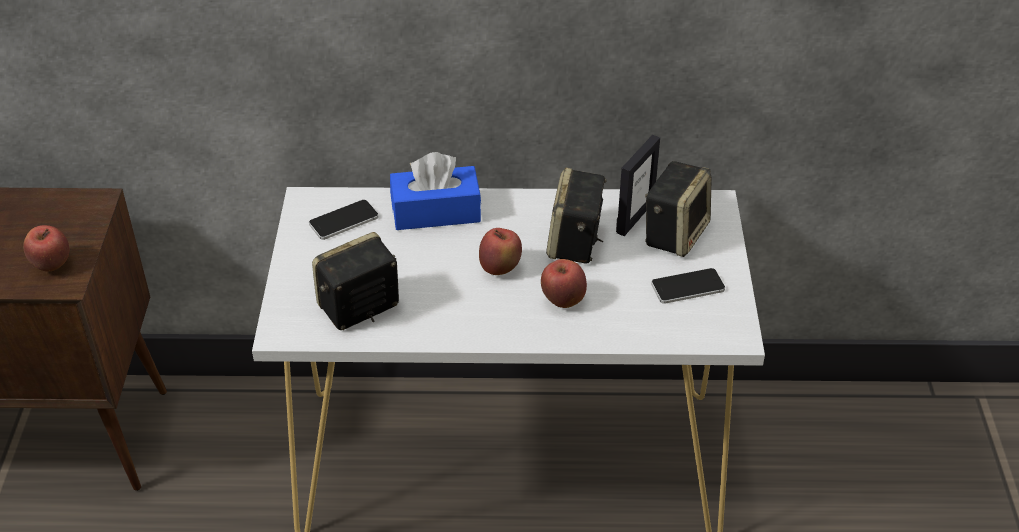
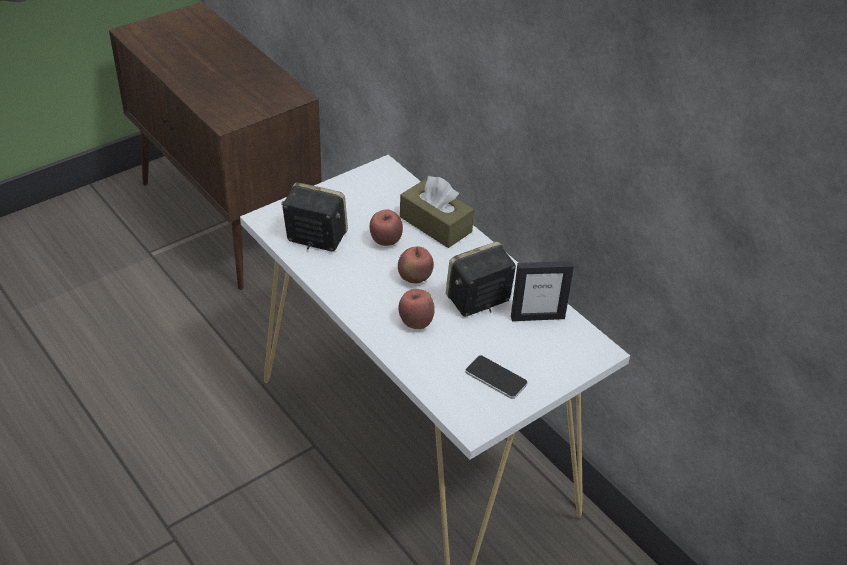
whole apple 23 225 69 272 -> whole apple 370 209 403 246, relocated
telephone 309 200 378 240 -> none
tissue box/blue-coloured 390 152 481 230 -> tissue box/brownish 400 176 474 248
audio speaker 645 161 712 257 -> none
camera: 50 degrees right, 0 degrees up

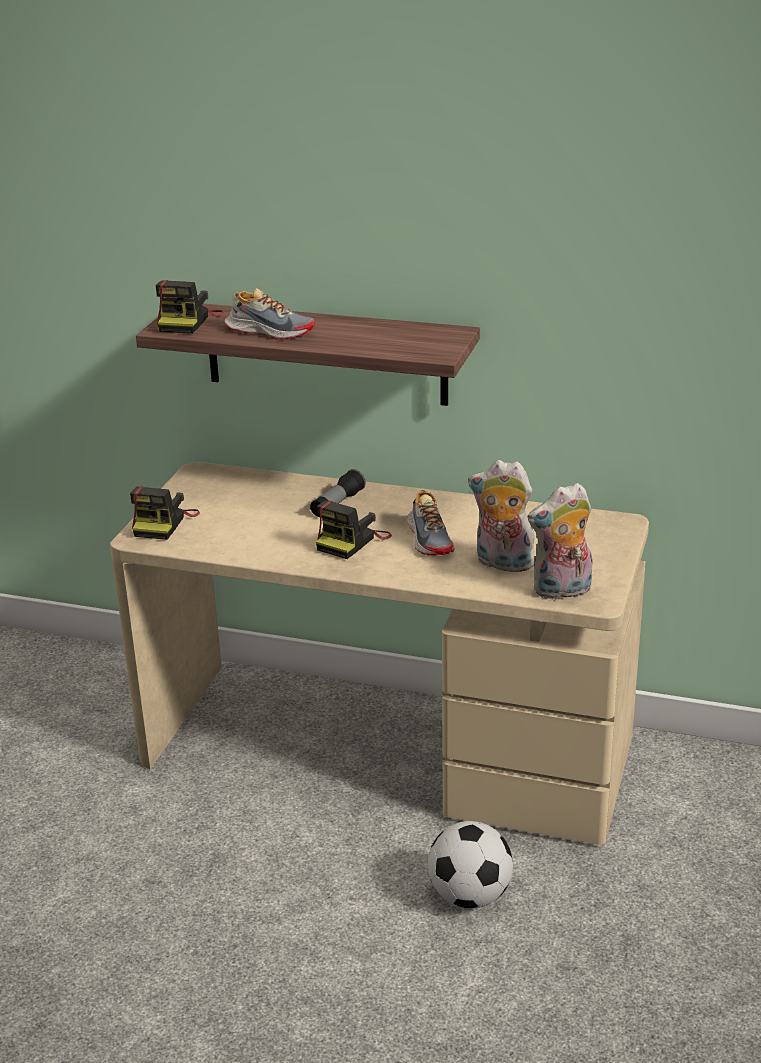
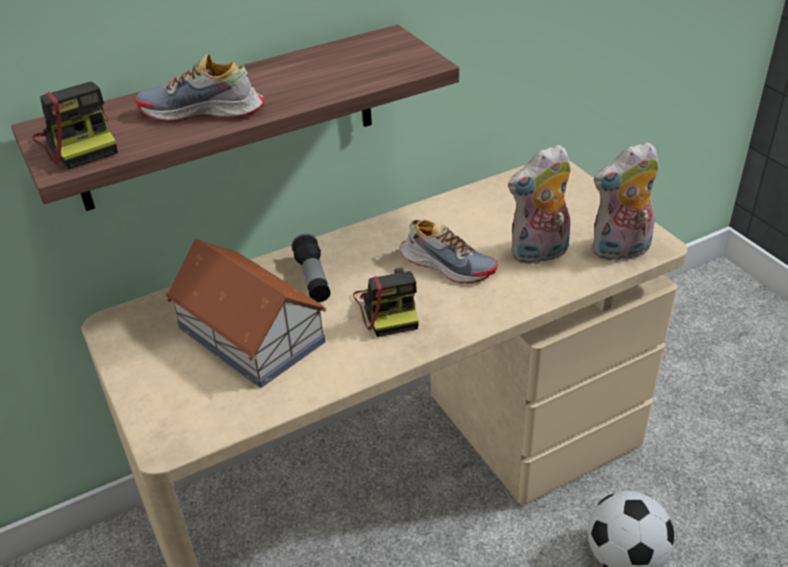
still camera 130 486 200 540 -> none
item of footwear 224 288 315 340 -> item of footwear 135 54 265 123, 150 degrees counterclockwise
cuddly toy 527 483 592 600 -> cuddly toy 592 142 659 262, 45 degrees clockwise
none -> miniature house 165 239 327 388
camera: 45 degrees left, 10 degrees up

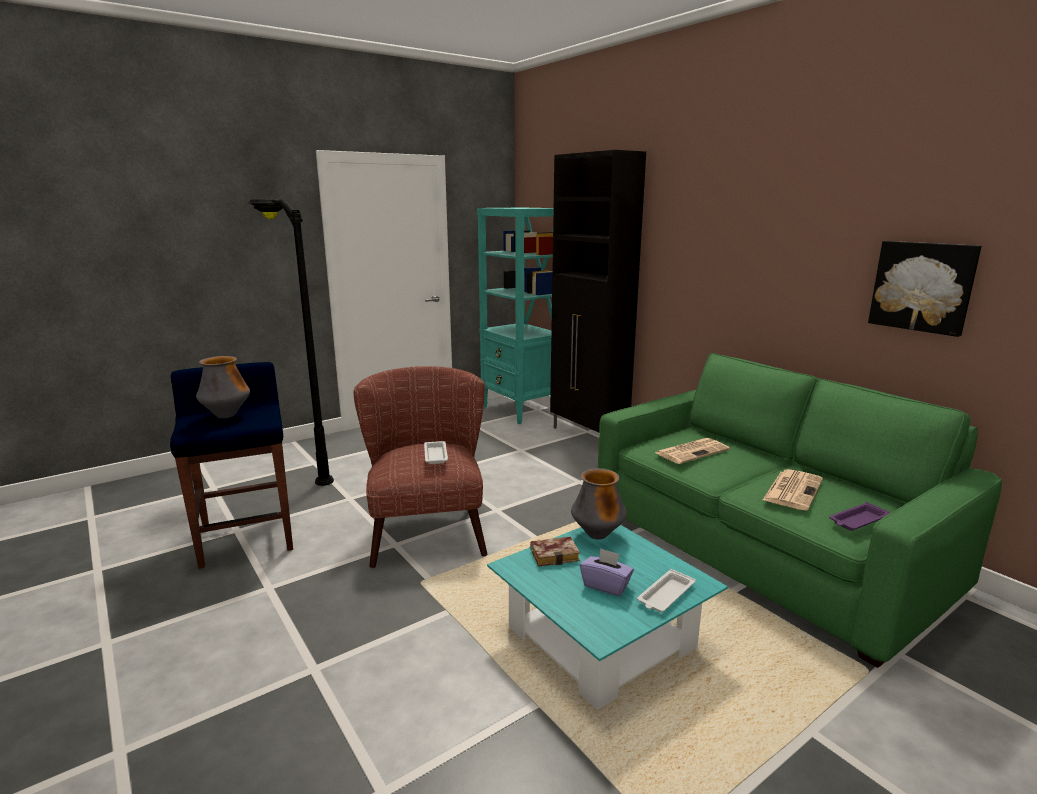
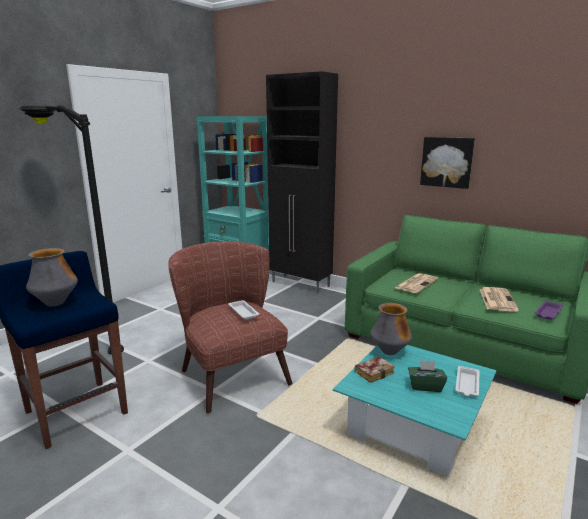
tissue box/purplish 580 548 634 596 -> tissue box/green 408 360 447 392
wall art 868 241 981 337 -> wall art 420 137 475 189, relocated
camera: 20 degrees left, 0 degrees up

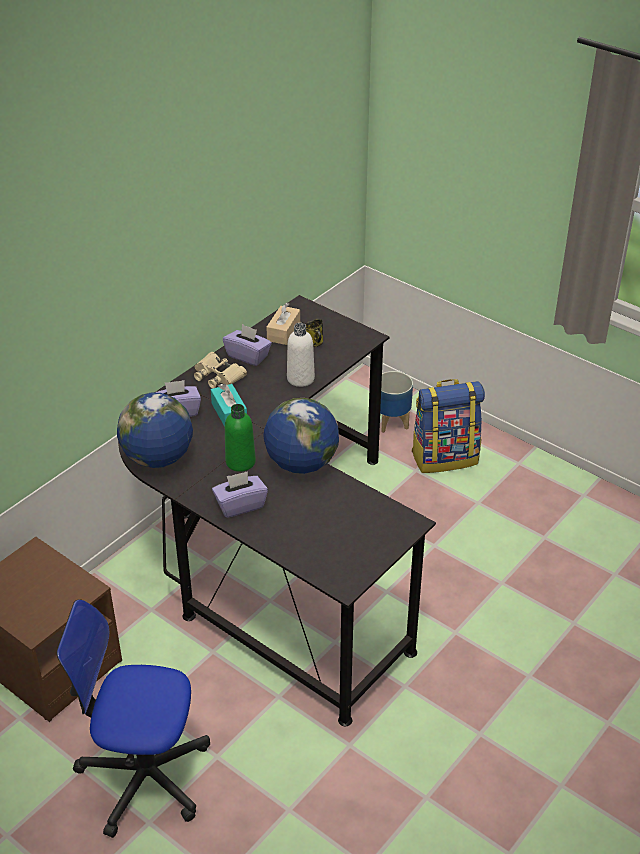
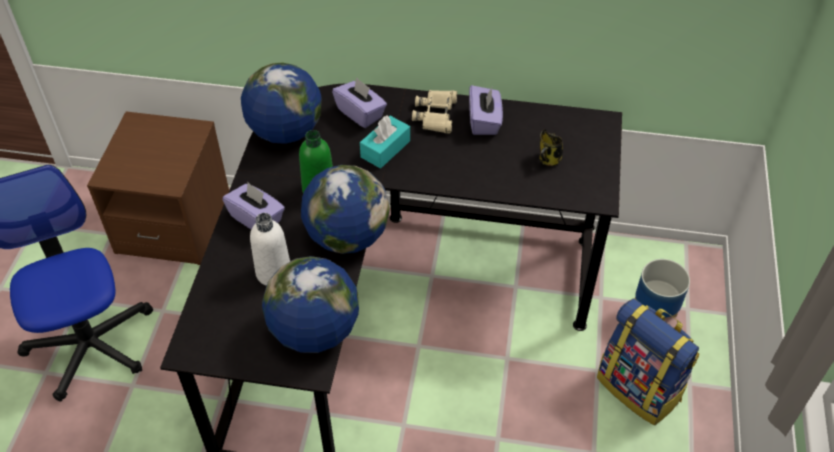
tissue box/beige 266 302 300 345 -> none
beverage bottle/white-coloured 287 323 315 387 -> beverage bottle/white-coloured 250 213 290 286, relocated
none -> globe 262 256 359 353
camera: 60 degrees right, 10 degrees up

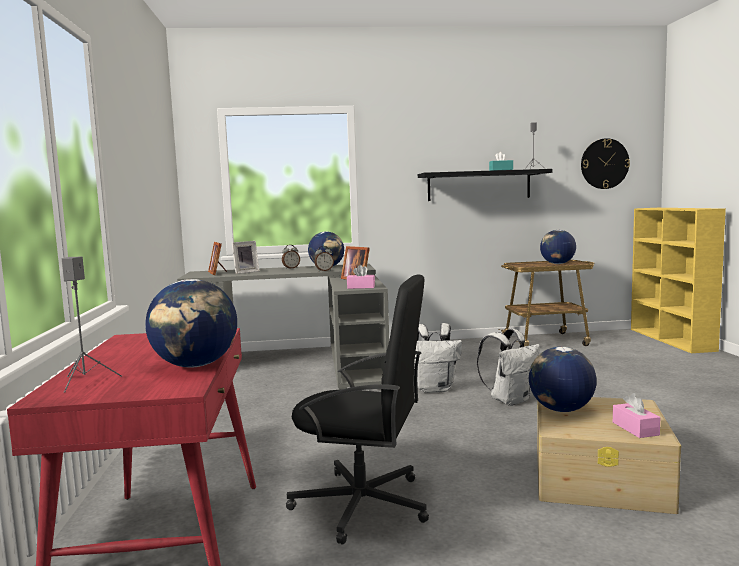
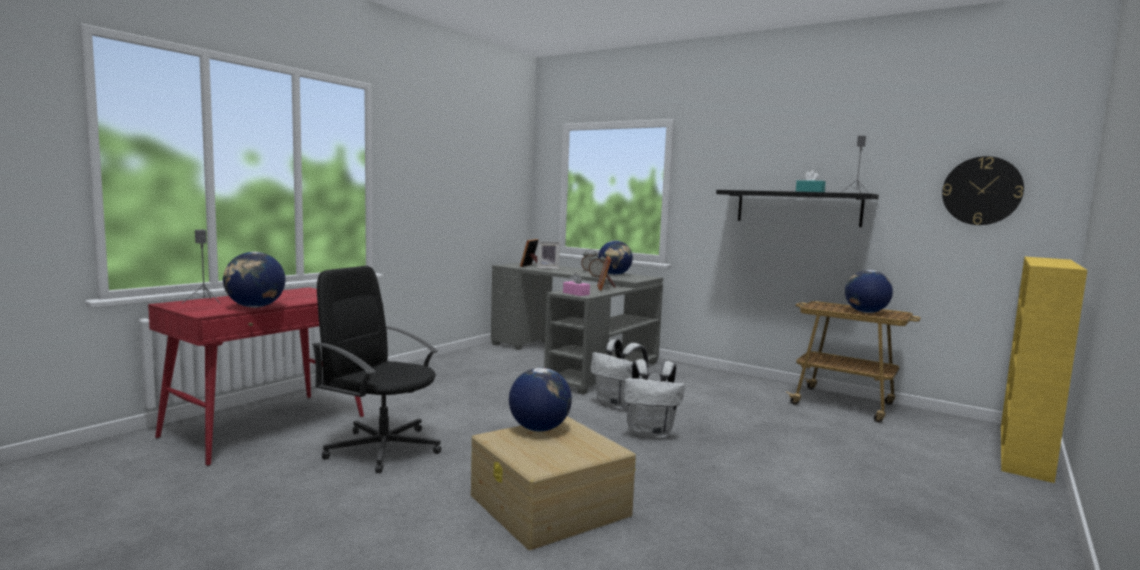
desk chair/black-coloured 286 274 429 545 -> desk chair/black-coloured 312 266 441 473, 150 degrees clockwise
tissue box/pink-coloured 613 393 660 438 -> none
camera: 40 degrees right, 0 degrees up

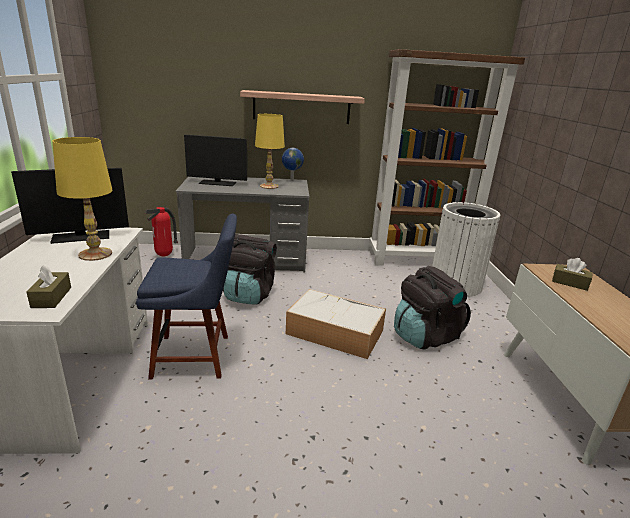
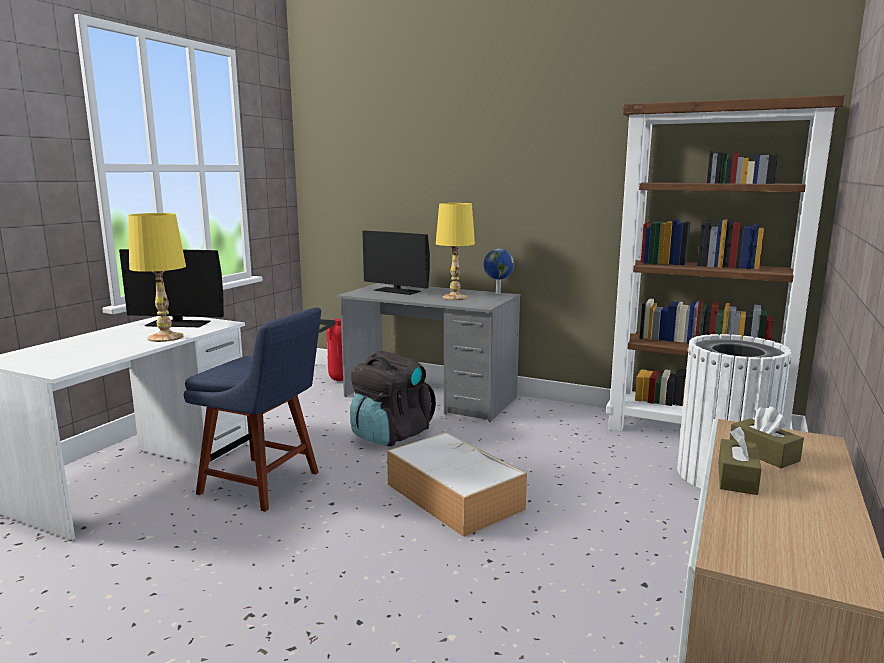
tissue box/brownish 26 265 71 308 -> tissue box/brownish 718 427 761 495, relocated
shelf 240 90 365 124 -> none
backpack/black-coloured 394 266 471 350 -> none
camera: 30 degrees right, 10 degrees down

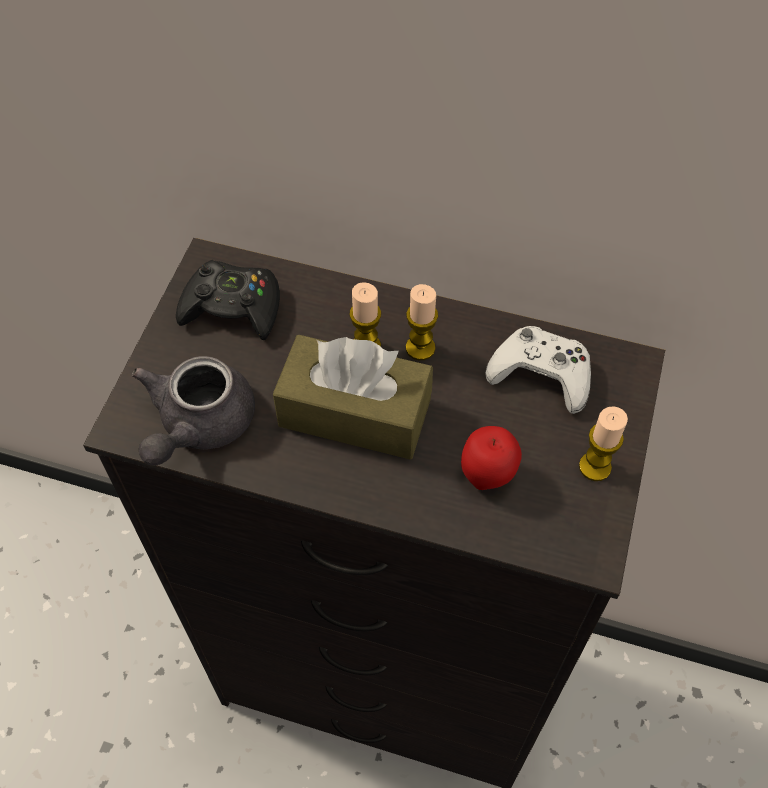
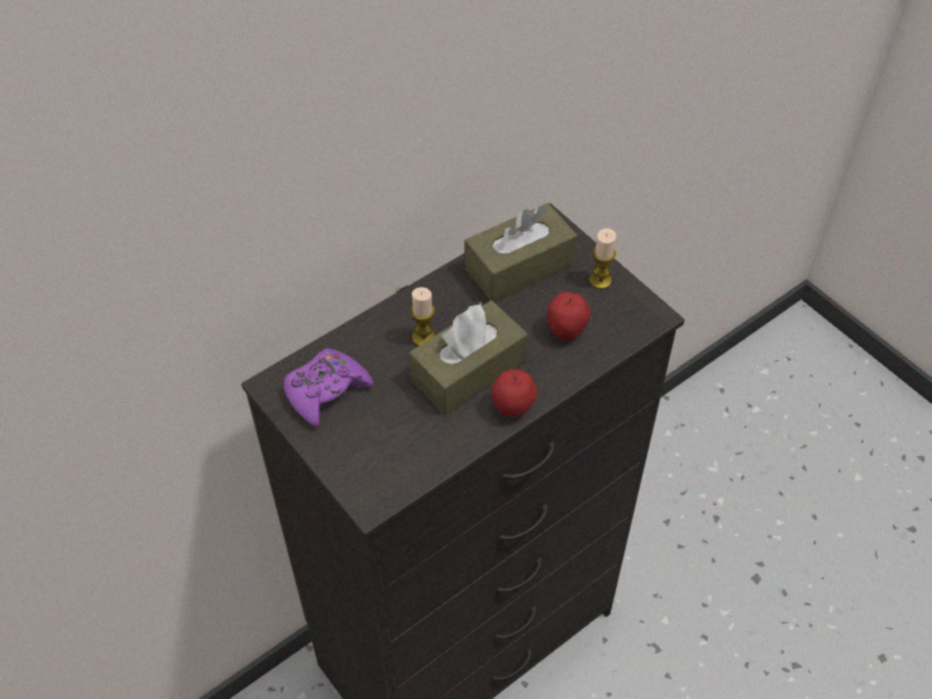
tea pot/gray 132 356 255 466 -> none
joypad/black-coloured 176 260 280 340 -> joypad/purplish 284 348 373 427
wax light 406 284 438 360 -> none
joypad/white-coloured 485 326 591 414 -> tissue box/brownish 465 203 577 301
none -> whole apple 491 369 537 417
camera: 55 degrees left, 5 degrees down

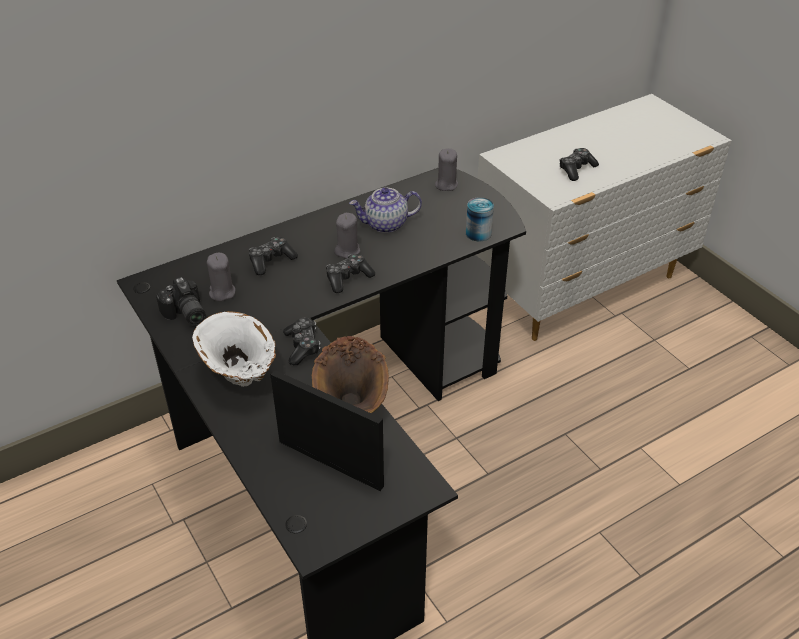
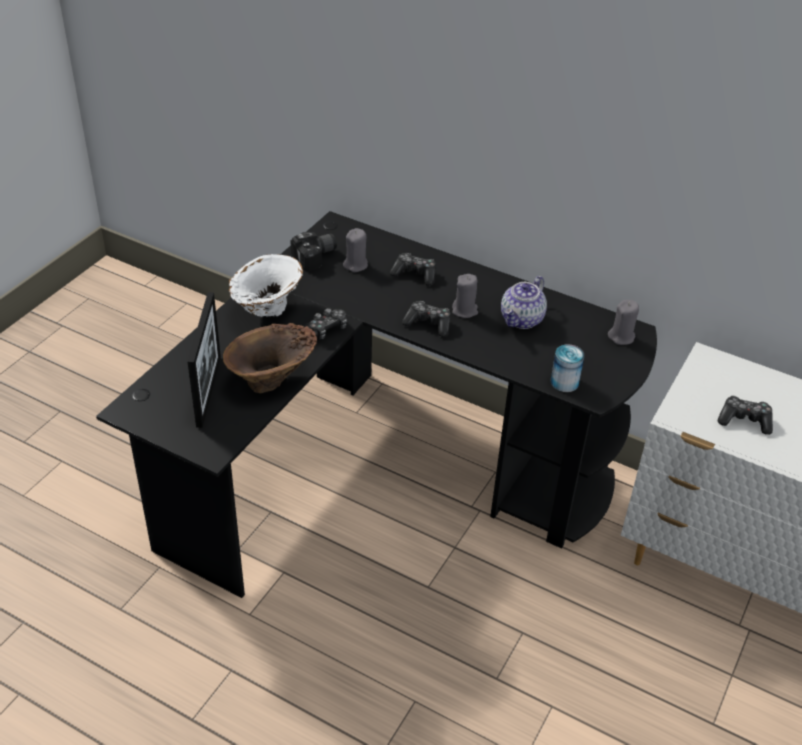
still camera 156 277 206 326 -> still camera 291 232 337 272, 150 degrees counterclockwise
tea pot 349 188 422 233 -> tea pot 501 276 547 329, 105 degrees counterclockwise
camera: 60 degrees right, 0 degrees up

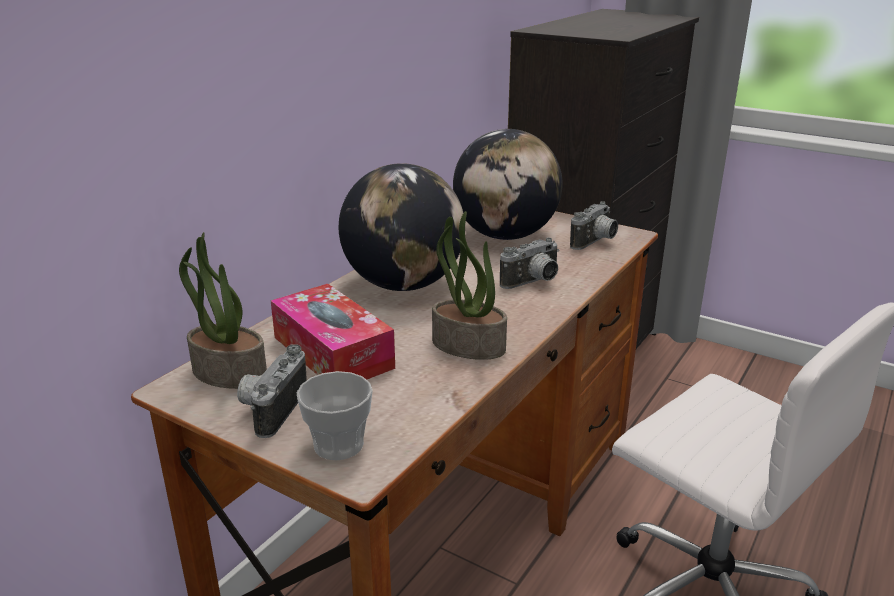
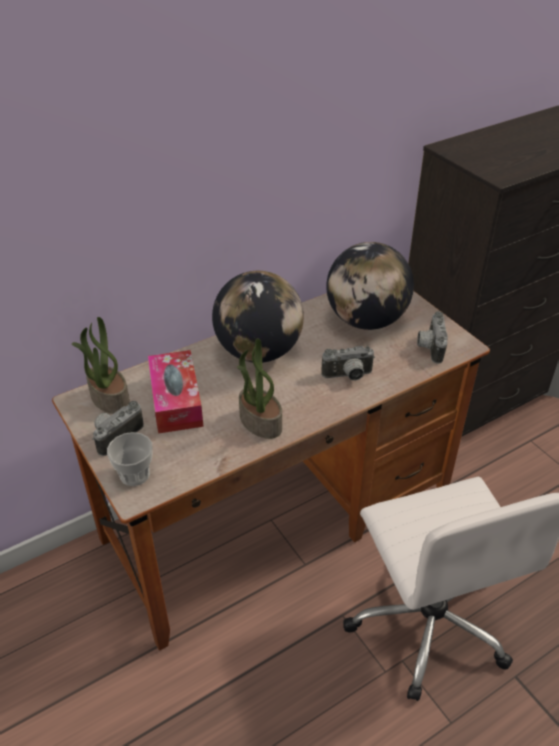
still camera 570 201 618 250 -> still camera 417 311 448 364, 120 degrees clockwise
camera: 25 degrees right, 15 degrees up

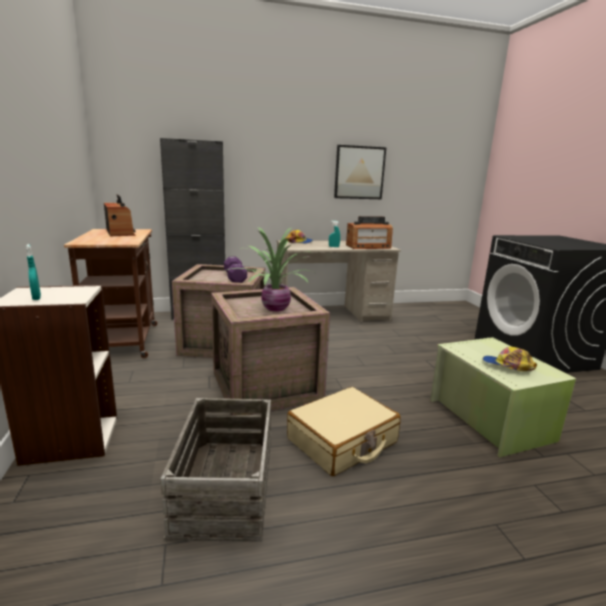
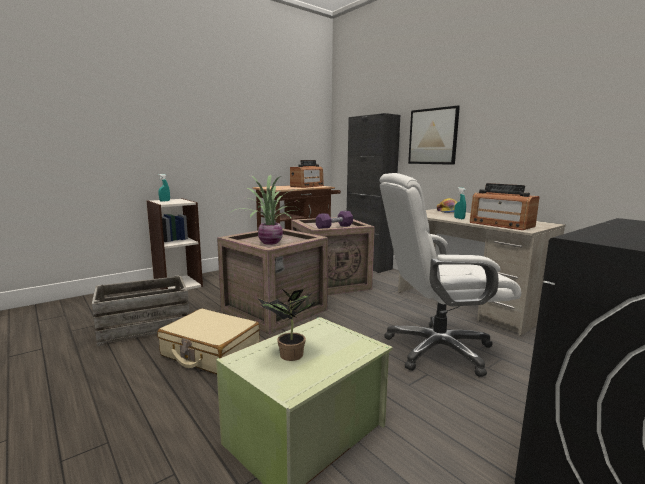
wall art 334 145 386 199 -> wall art 408 106 460 165, relocated
cap 483 347 537 371 -> plant in a pot 258 288 316 361
none -> desk chair/white-coloured 379 173 521 377
camera: 65 degrees right, 5 degrees down

